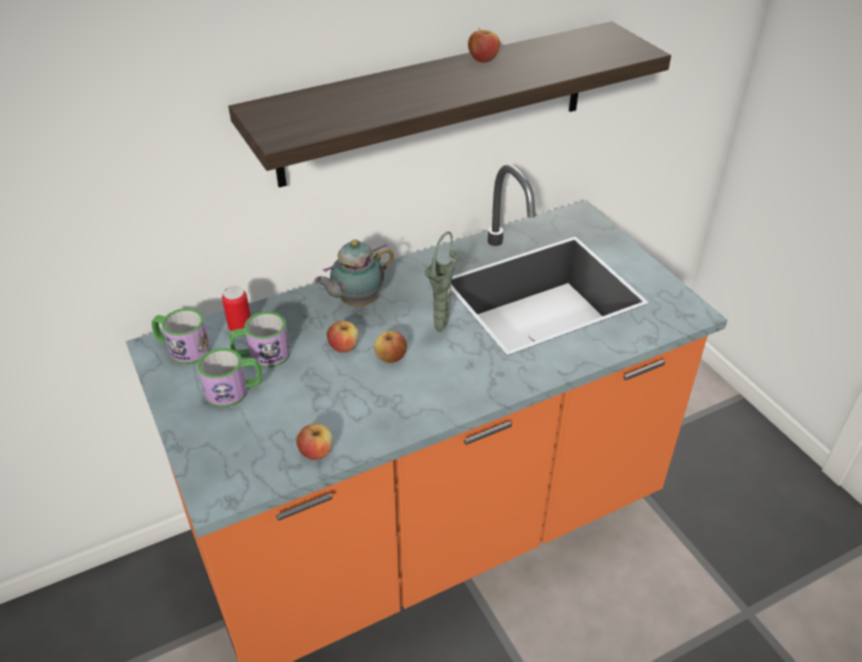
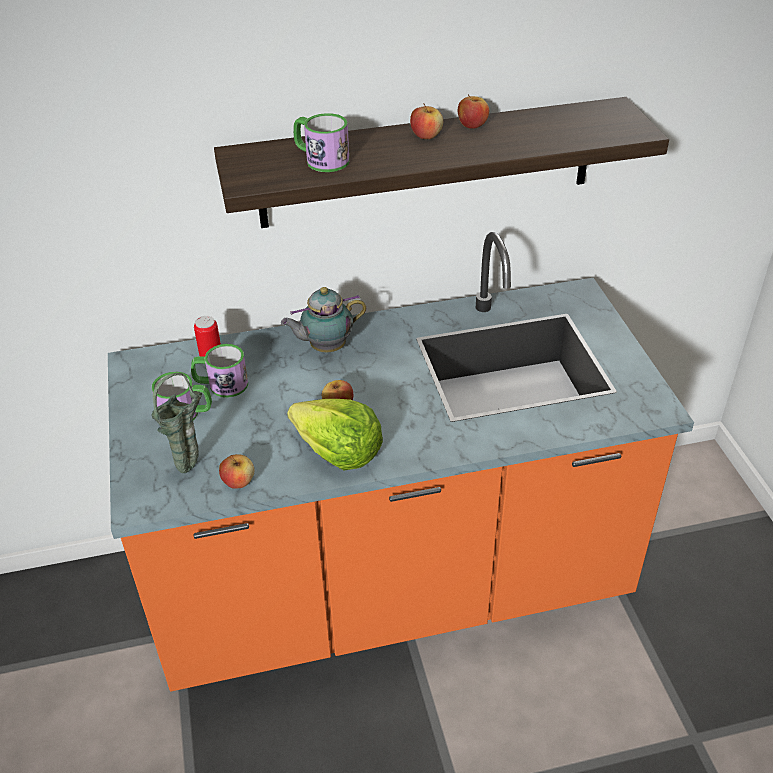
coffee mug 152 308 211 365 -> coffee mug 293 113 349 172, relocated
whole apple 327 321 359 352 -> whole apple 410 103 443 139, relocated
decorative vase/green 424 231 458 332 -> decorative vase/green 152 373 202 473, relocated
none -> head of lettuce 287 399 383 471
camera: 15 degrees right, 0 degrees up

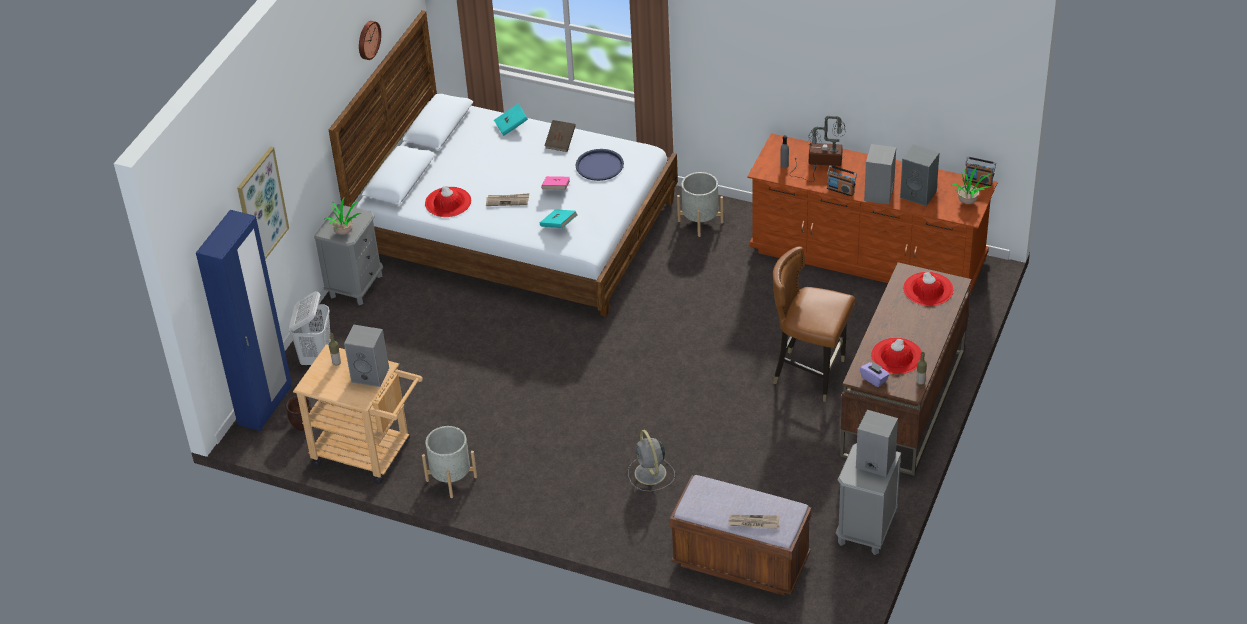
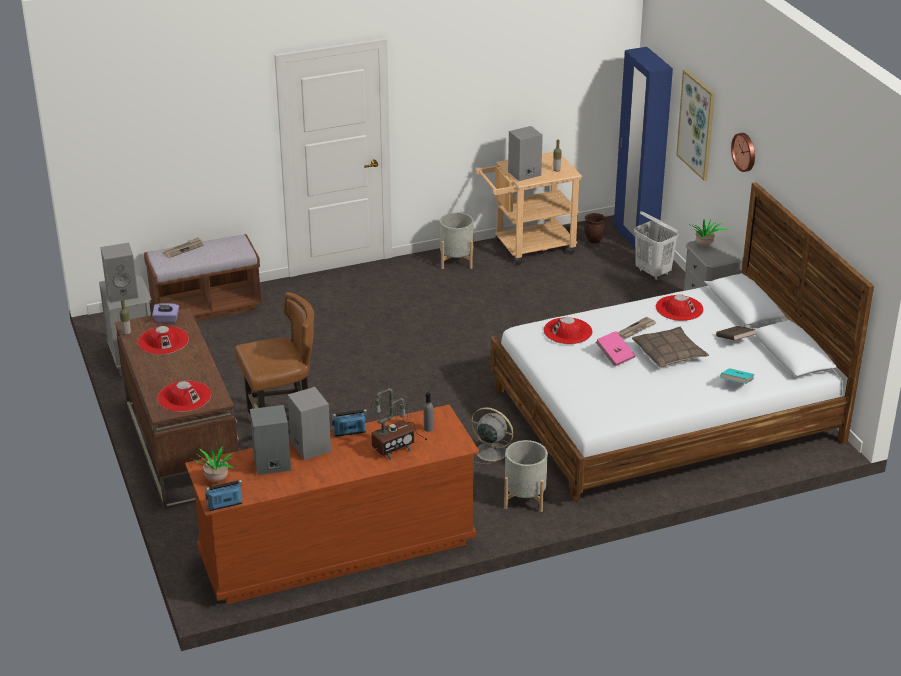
clock on the wall 359 21 381 60 -> clock on the wall 731 133 755 172, relocated
volume/blue-green 540 209 577 228 -> clothing hat/red 544 317 592 344
volume/brownish 545 120 576 152 -> volume/brownish 716 326 756 340, relocated
carrying tray/blue-coloured 576 149 624 181 -> none
fan/gray 628 430 675 491 -> fan/gray 471 407 514 464, relocated
none -> cushion 632 327 709 367
camera: 135 degrees right, 10 degrees down

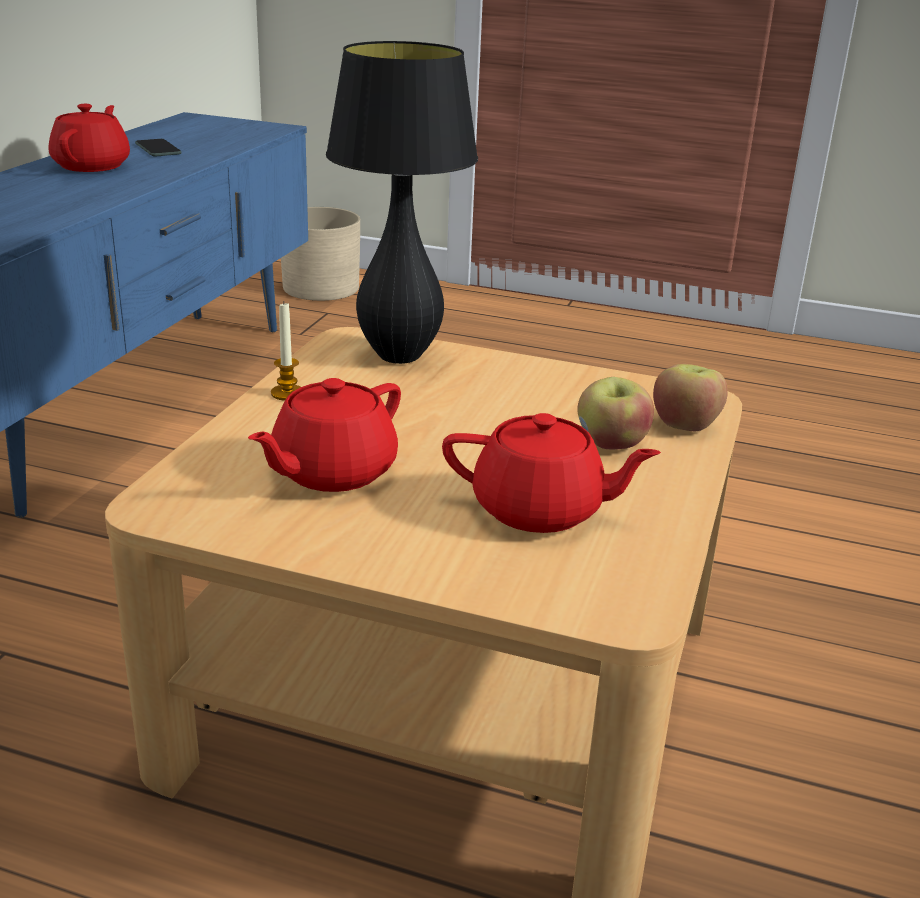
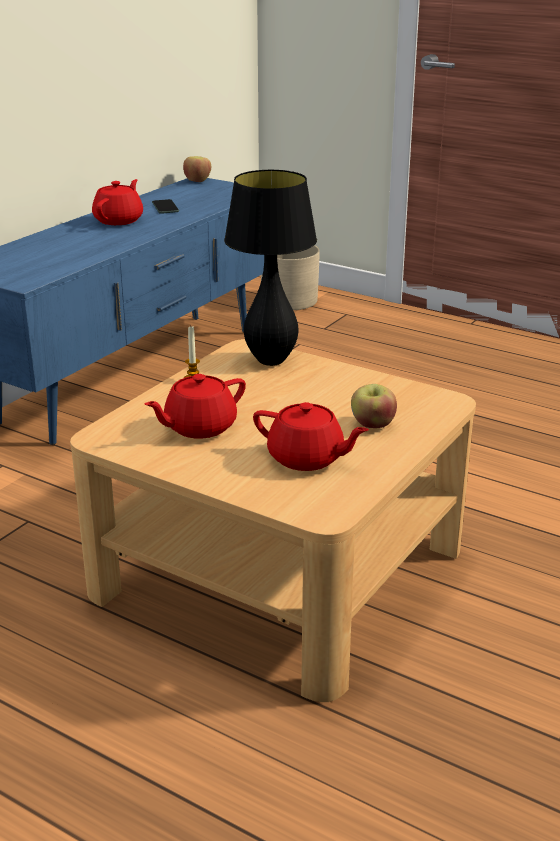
whole apple 653 364 728 431 -> whole apple 183 156 211 182, relocated
camera: 15 degrees right, 0 degrees up

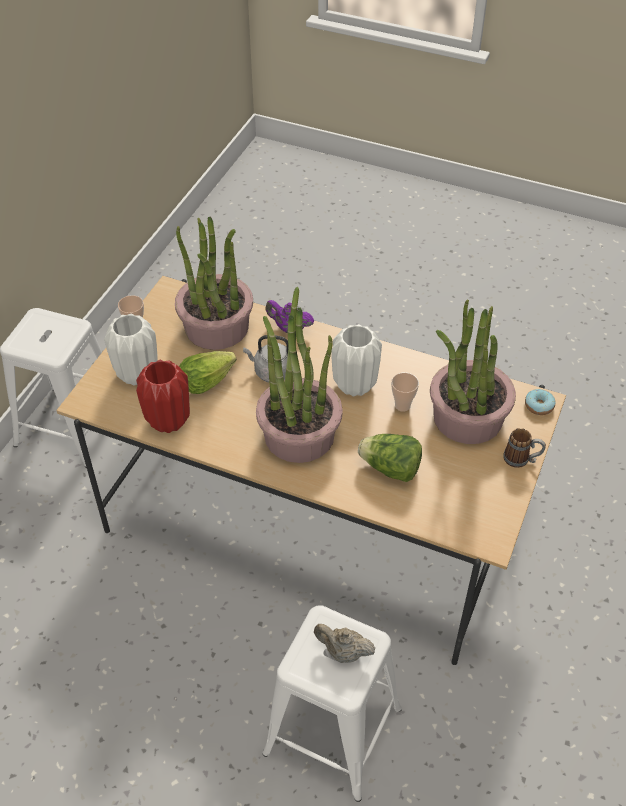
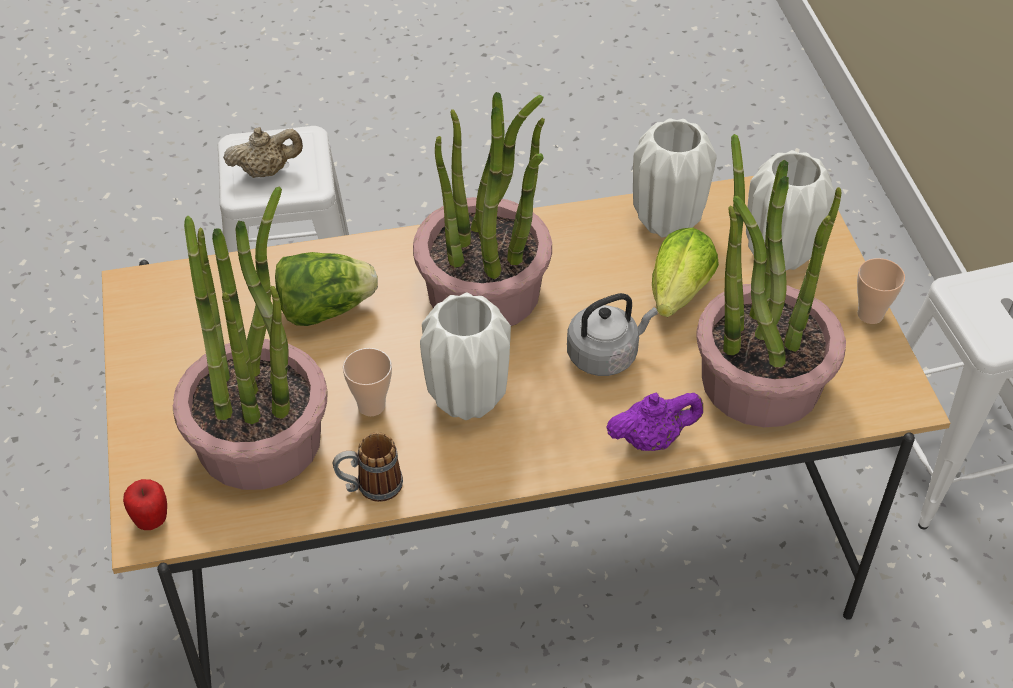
decorative vase/red 136 360 190 433 -> decorative vase/white-coloured 633 118 717 237
coffee mug 503 428 546 468 -> coffee mug 333 433 403 502, relocated
donut 525 389 556 415 -> whole apple 123 479 167 530
camera: 145 degrees right, 0 degrees up

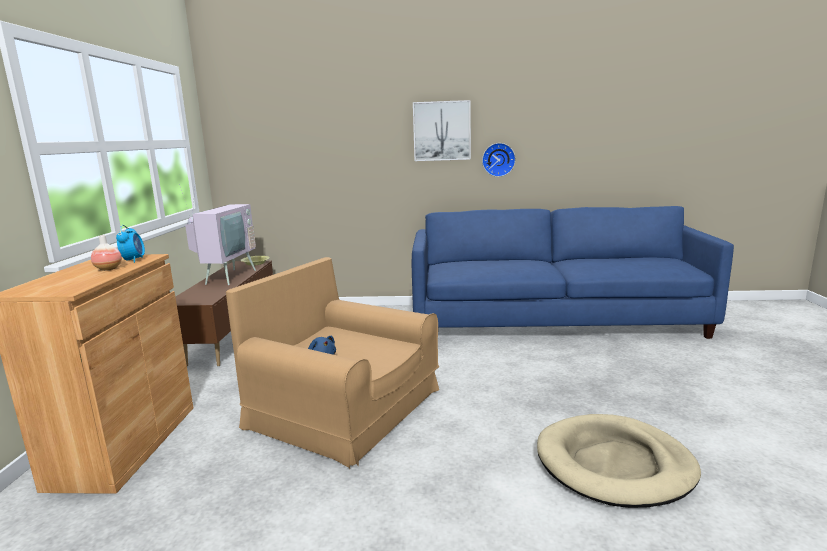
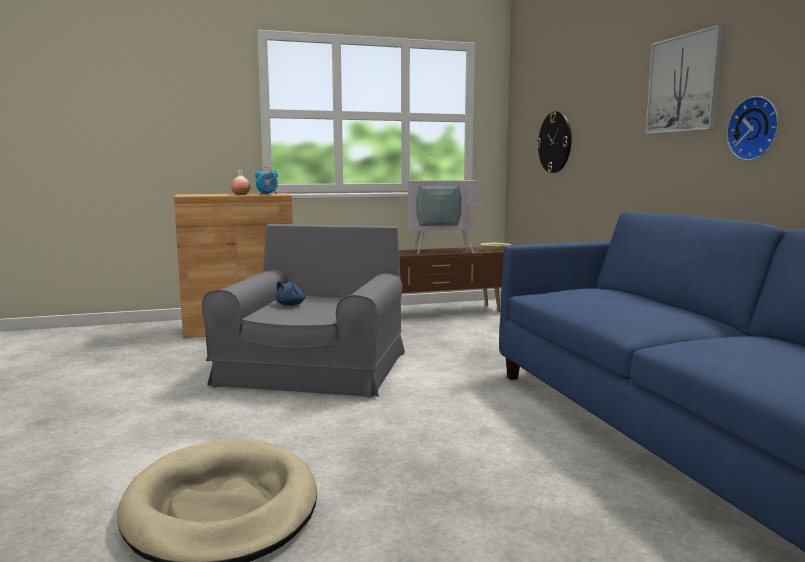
armchair/brownish 226 257 439 469 -> armchair/gray 202 224 405 398
none -> clock on the wall 537 111 572 173
camera: 70 degrees right, 5 degrees down

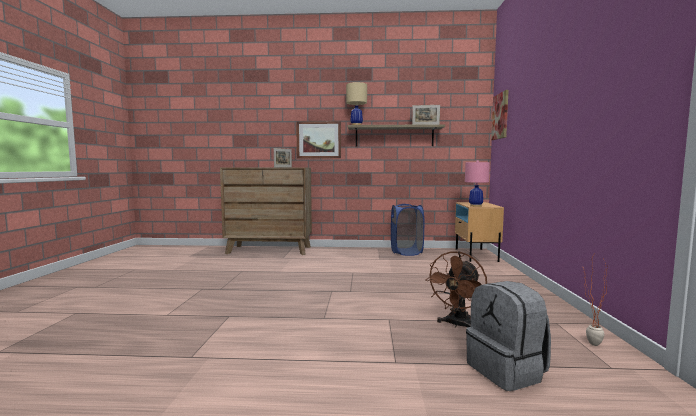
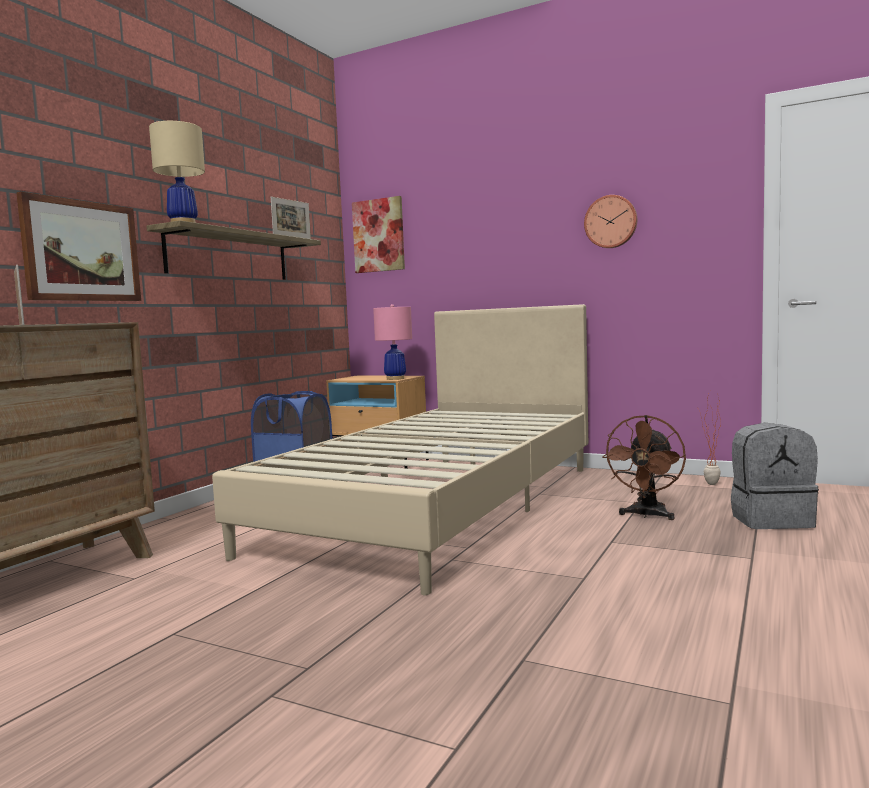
fan/brownish 425 251 487 328 -> fan/brownish 603 415 686 520, 60 degrees clockwise
none -> sleeping bed/beige 212 304 588 595
none -> clock on the wall 584 195 637 248
camera: 65 degrees left, 0 degrees up

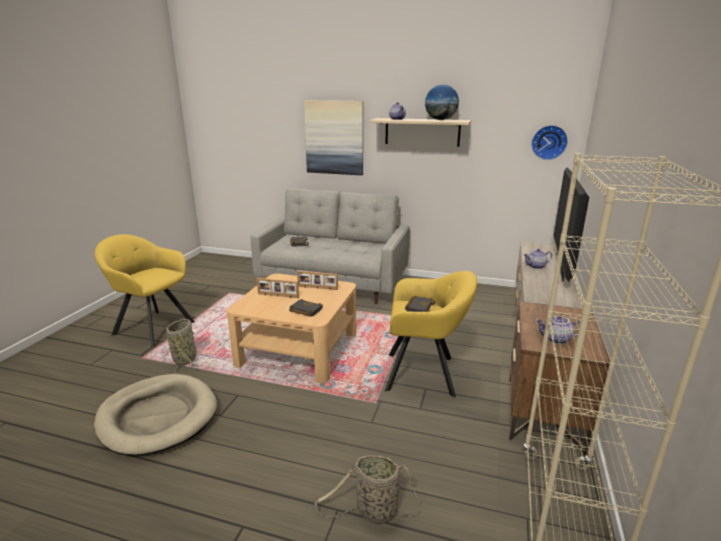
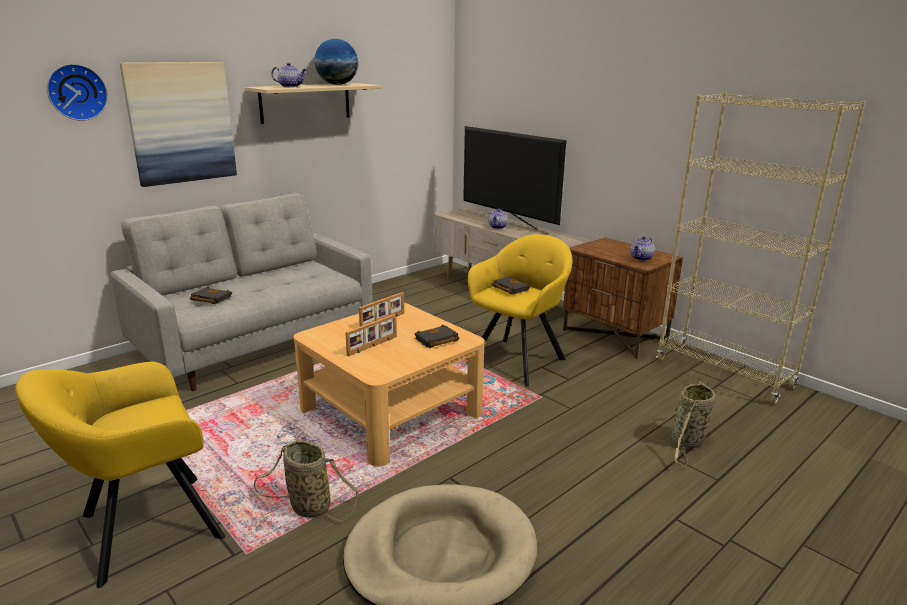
clock on the wall 531 125 568 160 -> clock on the wall 47 64 108 121, relocated
camera: 60 degrees left, 0 degrees up

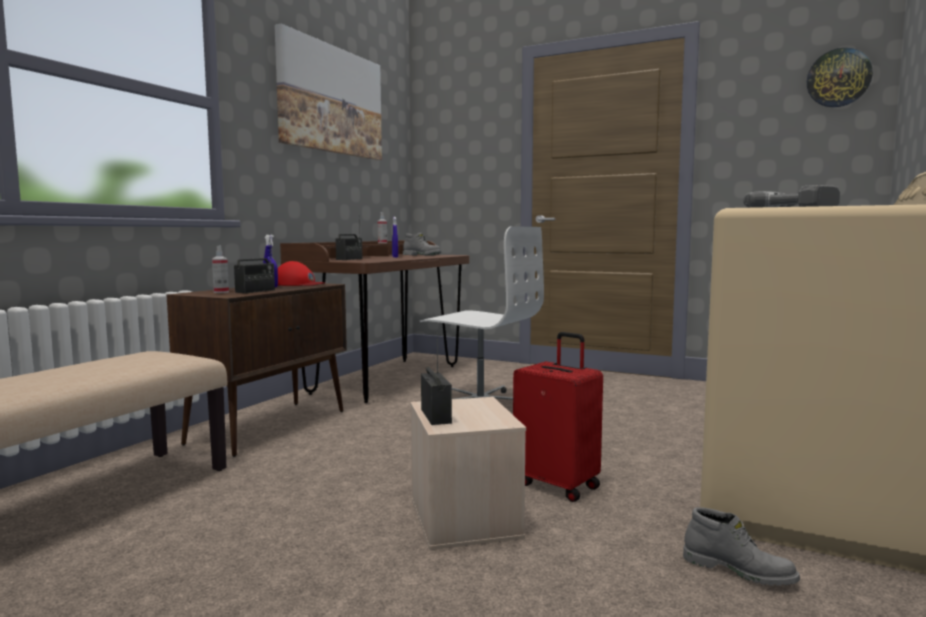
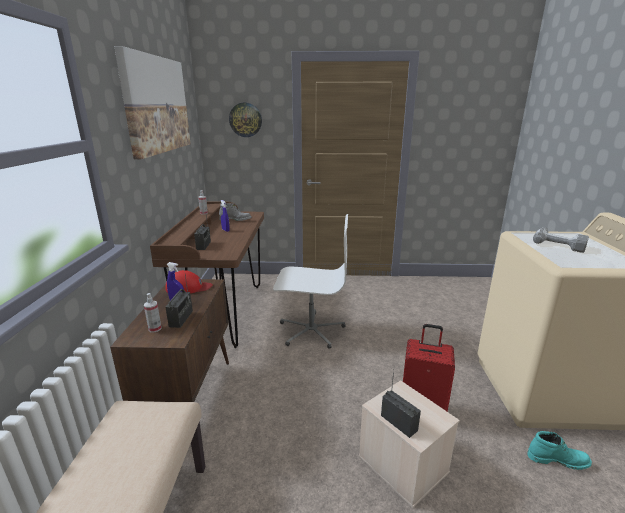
boot/gray 683 507 800 586 -> boot/blue-green 527 431 592 470
clock on the wall 807 48 873 107 -> clock on the wall 229 103 262 137, relocated
camera: 25 degrees left, 15 degrees up

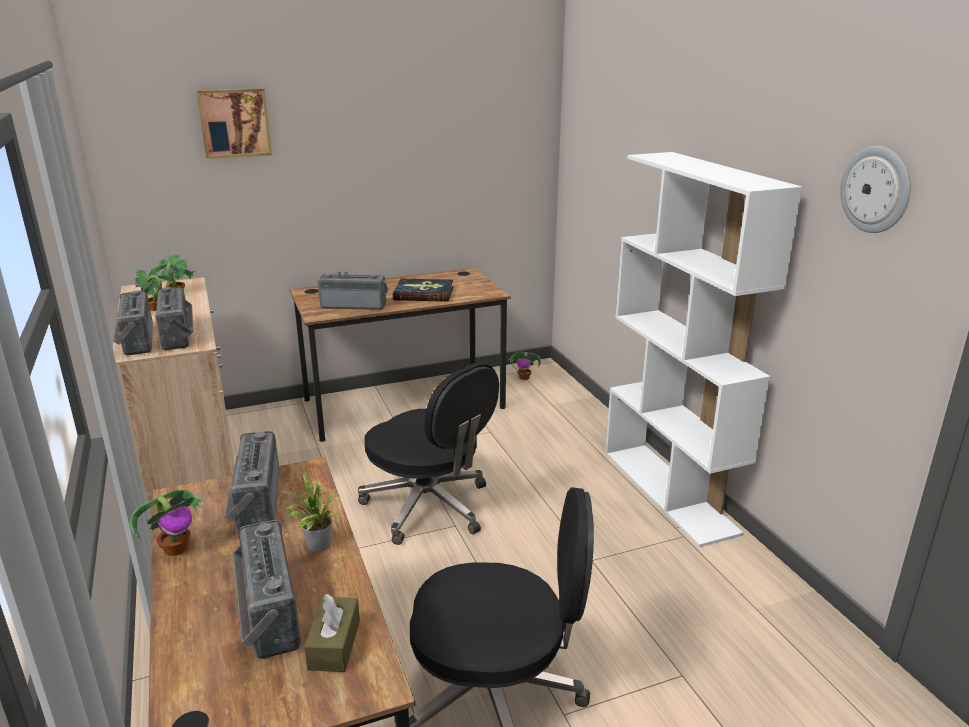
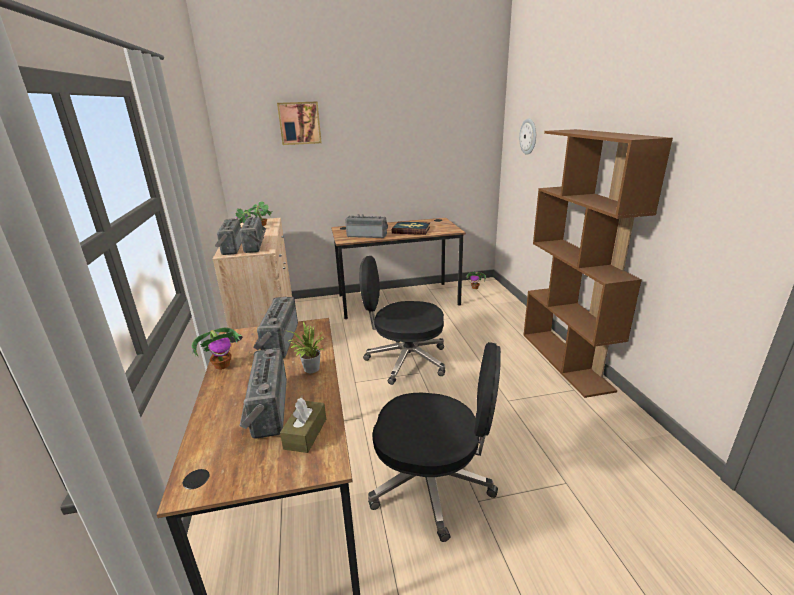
desk chair/black-coloured 358 362 499 545 -> desk chair/black-coloured 359 256 445 385, 135 degrees clockwise
shelving unit/white-coloured 605 152 803 547 -> shelving unit/brownish 524 129 673 398
clock on the wall 840 146 910 233 -> clock on the wall 519 119 536 155, relocated
camera: 10 degrees right, 0 degrees up

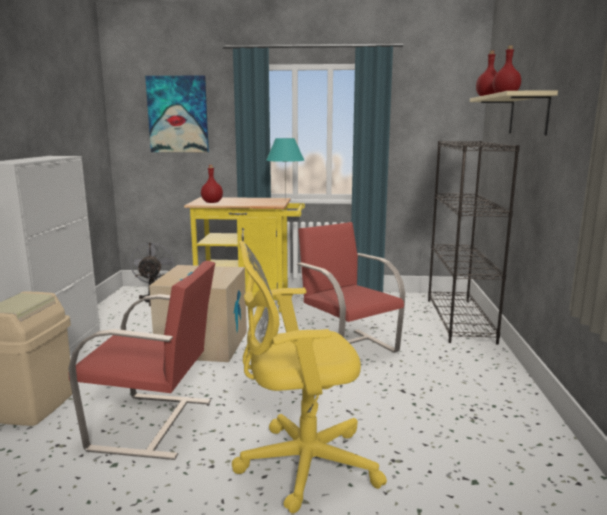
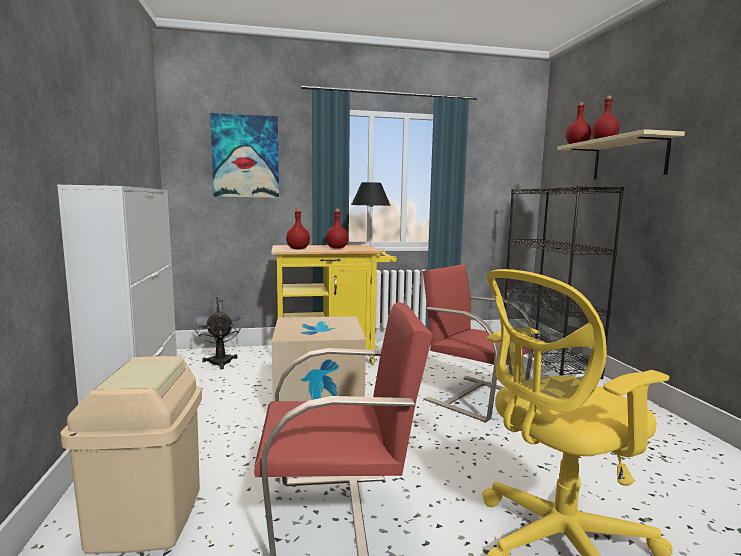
table lamp/blue-green 266 138 304 200 -> table lamp/black-coloured 351 182 391 245
none -> beverage bottle/red 326 208 348 249
camera: 15 degrees left, 5 degrees down

